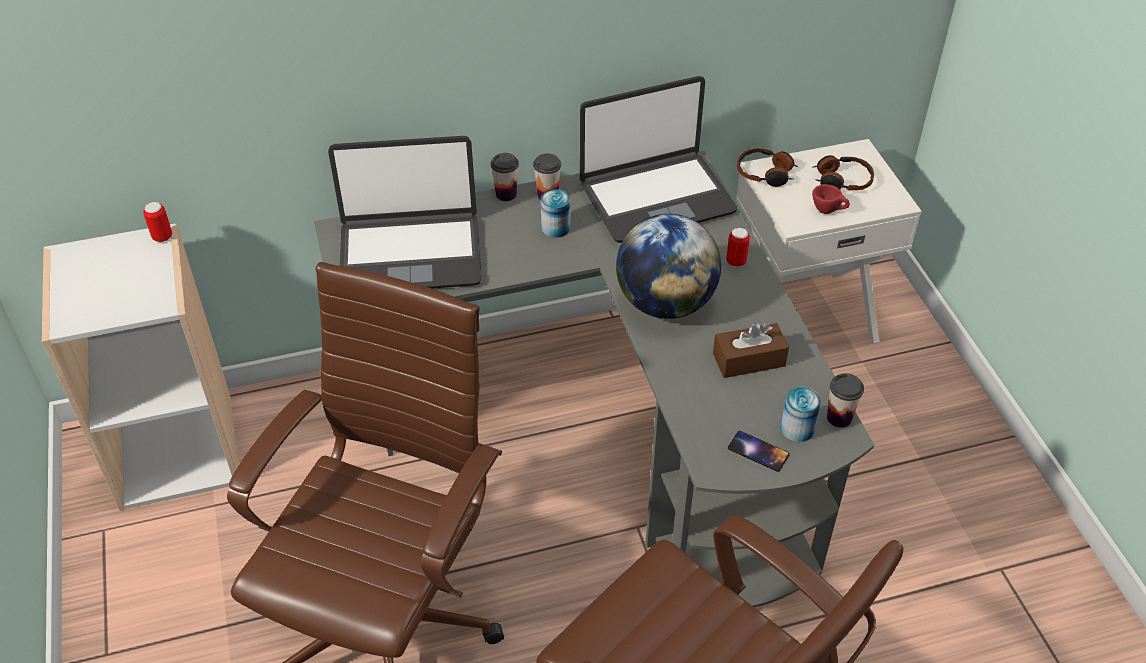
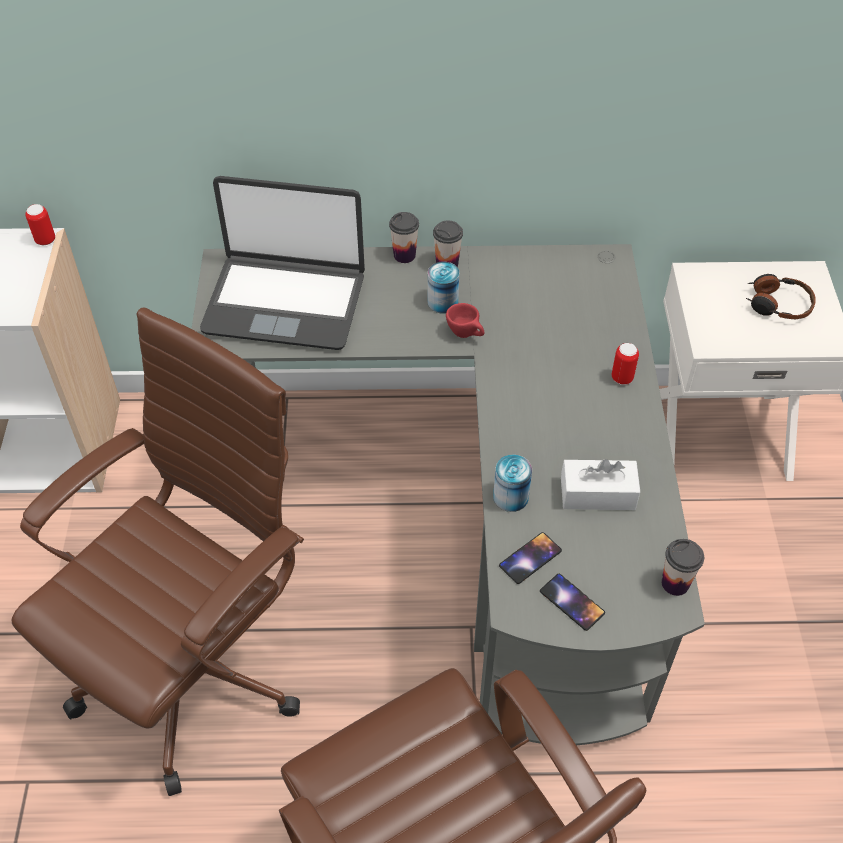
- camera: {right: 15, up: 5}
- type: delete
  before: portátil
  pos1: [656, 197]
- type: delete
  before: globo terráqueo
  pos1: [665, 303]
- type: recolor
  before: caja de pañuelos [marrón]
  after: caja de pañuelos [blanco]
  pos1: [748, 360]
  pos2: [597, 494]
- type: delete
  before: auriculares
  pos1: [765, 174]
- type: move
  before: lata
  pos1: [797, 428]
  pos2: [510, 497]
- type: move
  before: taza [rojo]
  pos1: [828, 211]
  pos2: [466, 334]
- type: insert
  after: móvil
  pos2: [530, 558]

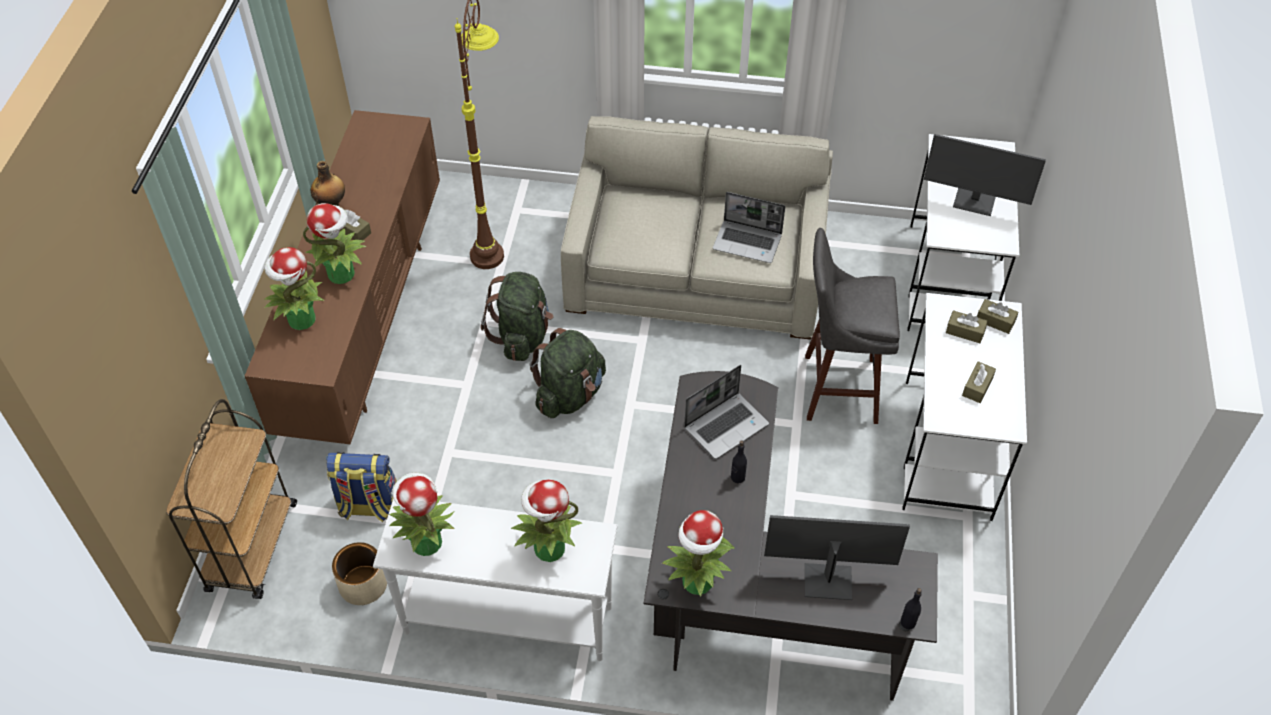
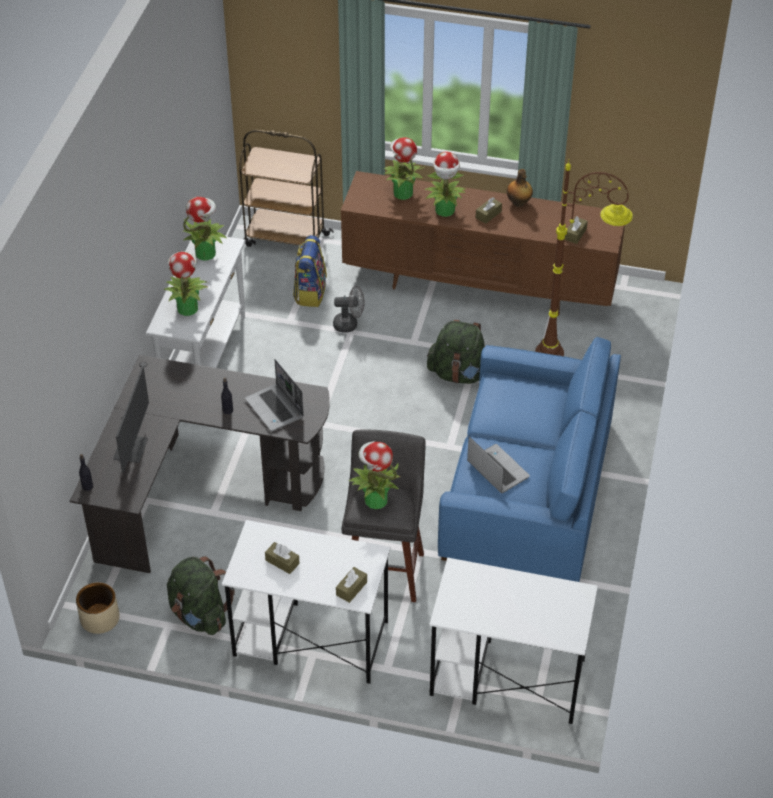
- camera: {right: 95, up: -5}
- type: move
  before: maceta [beis]
  pos1: [363, 585]
  pos2: [99, 618]
- type: move
  before: mochila [verde]
  pos1: [570, 395]
  pos2: [200, 614]
- type: recolor
  before: sofá [beis]
  after: sofá [azul]
  pos1: [697, 269]
  pos2: [529, 489]
- type: move
  before: planta en maceta
  pos1: [697, 582]
  pos2: [375, 500]
- type: rotate
  before: portátil
  pos1: [748, 242]
  pos2: [496, 470]
  turn: 120
- type: delete
  before: monitor
  pos1: [974, 202]
- type: move
  before: caja de pañuelos [marrón]
  pos1: [965, 331]
  pos2: [575, 234]
- type: insert
  after: ventilador [gris]
  pos2: [349, 324]

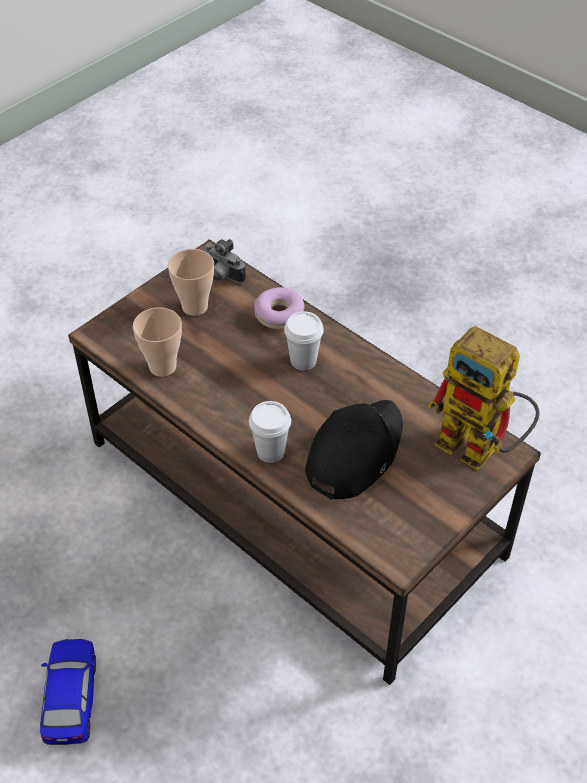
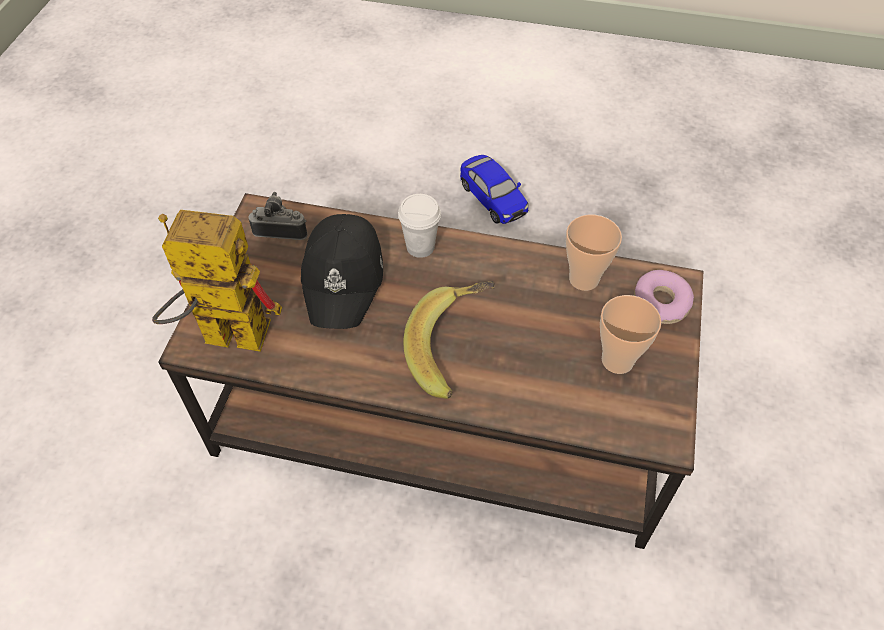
- camera: {right: 150, up: 5}
- type: move
  before: cámara
  pos1: [222, 276]
  pos2: [281, 230]
- type: move
  before: rosquilla
  pos1: [279, 314]
  pos2: [660, 303]
- type: replace
  before: taza [blanco]
  after: plátano
  pos1: [303, 361]
  pos2: [454, 350]

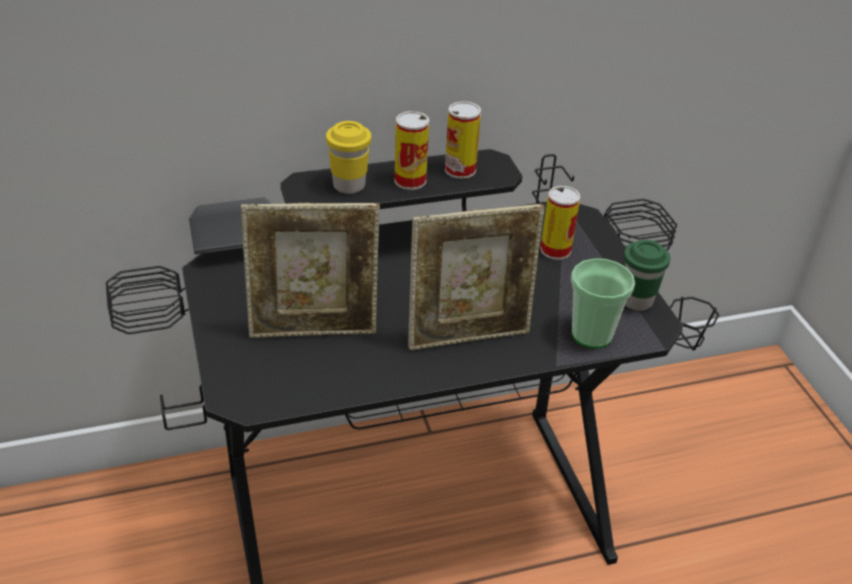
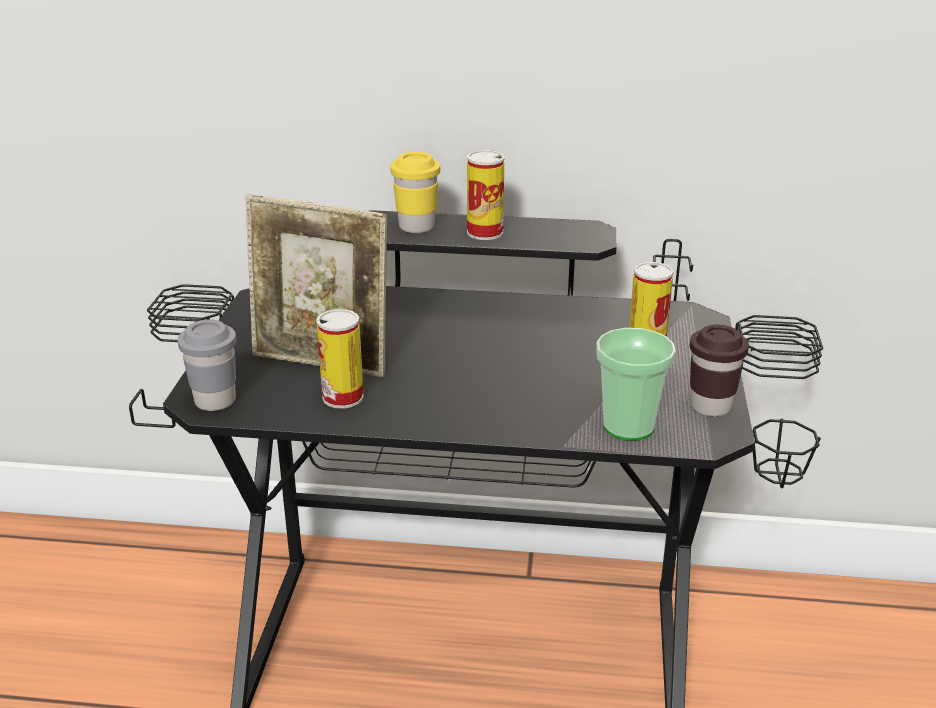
- camera: {right: 25, up: -10}
- type: delete
  before: portarretratos
  pos1: [469, 336]
- type: move
  before: lata
  pos1: [460, 170]
  pos2: [343, 397]
- type: recolor
  before: taza [verde]
  after: taza [marrón]
  pos1: [636, 301]
  pos2: [710, 407]
- type: insert
  after: taza [gris]
  pos2: [215, 401]

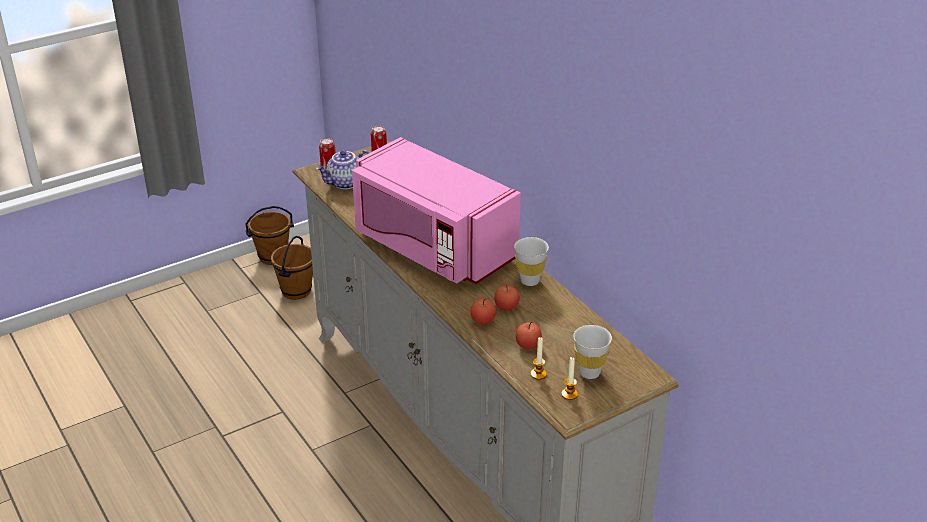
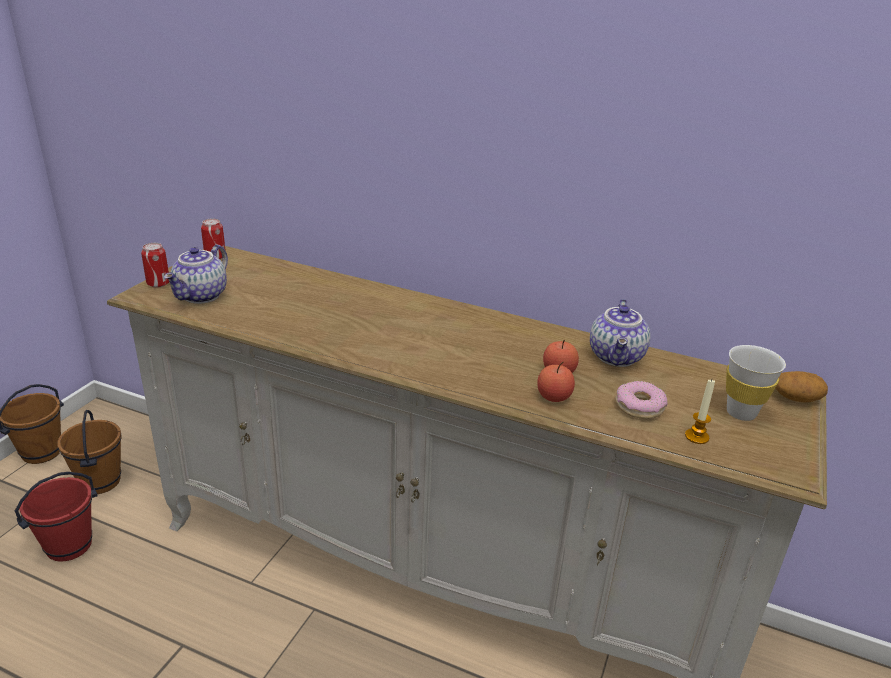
- camera: {right: -35, up: -5}
- type: delete
  before: microondas [rosa]
  pos1: [432, 247]
- type: delete
  before: taza [blanco]
  pos1: [530, 281]
- type: replace
  before: manzana
  after: rosquilla
  pos1: [528, 345]
  pos2: [639, 406]
- type: delete
  before: vela
  pos1: [569, 394]
- type: insert
  after: cubo [rojo]
  pos2: [69, 545]
- type: insert
  after: tetera
  pos2: [617, 357]
- type: insert
  after: patata
  pos2: [796, 398]

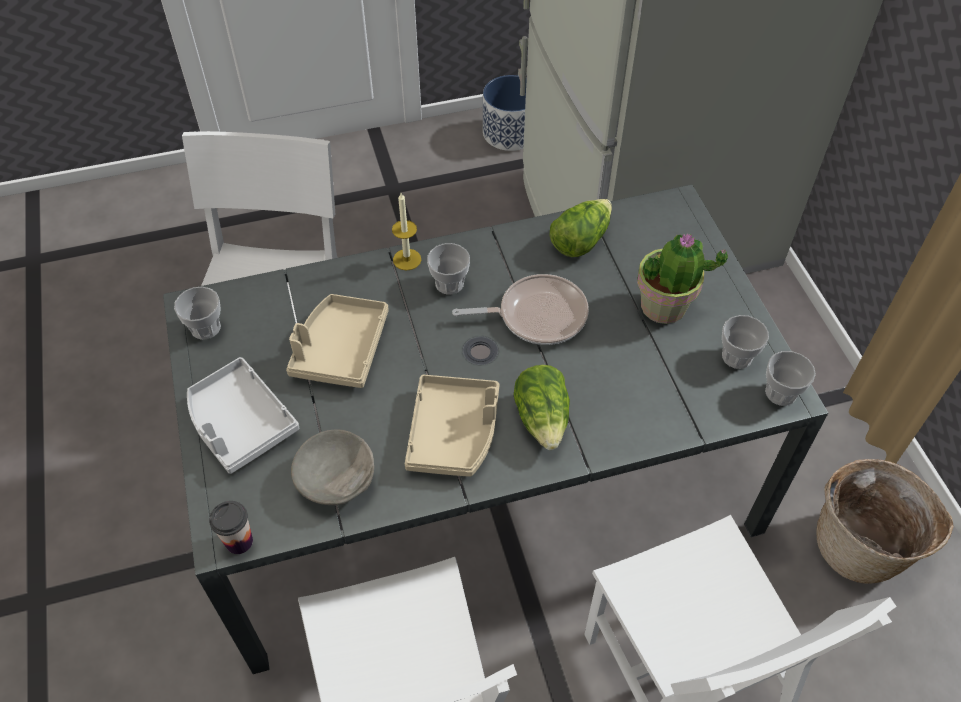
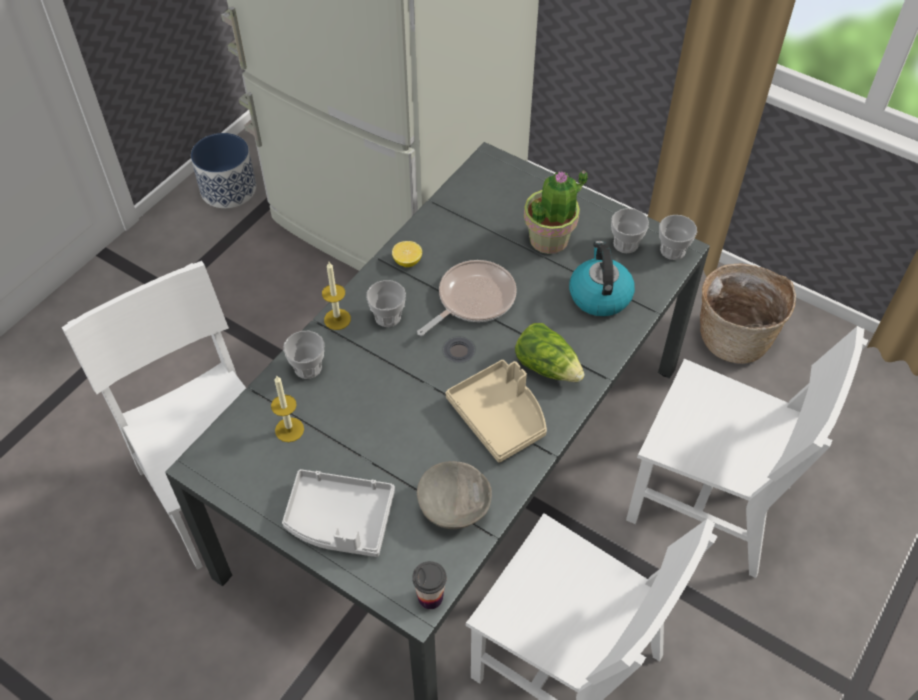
- camera: {right: -40, up: 0}
- type: move
  before: taza
  pos1: [205, 328]
  pos2: [308, 367]
- type: delete
  before: bandeja [beis]
  pos1: [340, 349]
- type: delete
  before: lechuga
  pos1: [580, 240]
- type: insert
  after: vela
  pos2: [289, 429]
- type: insert
  after: limón
  pos2: [407, 261]
- type: insert
  after: hervidor
  pos2: [599, 295]

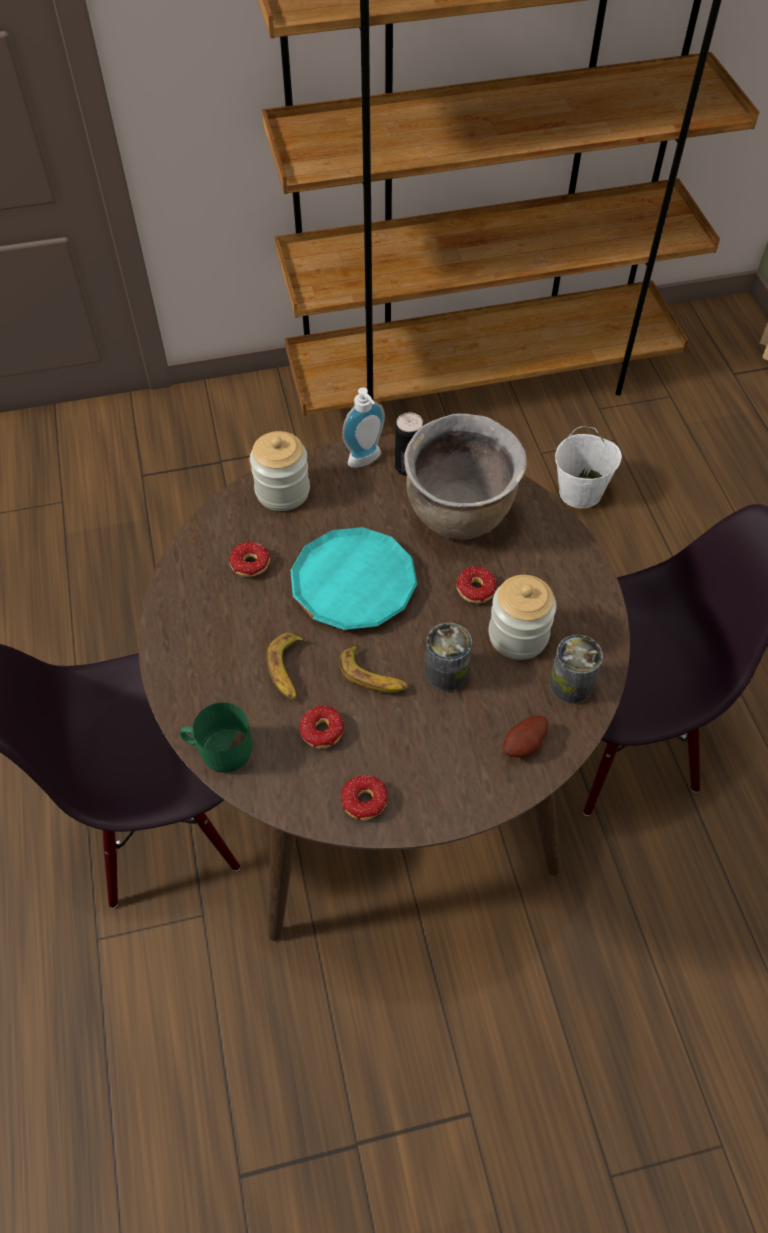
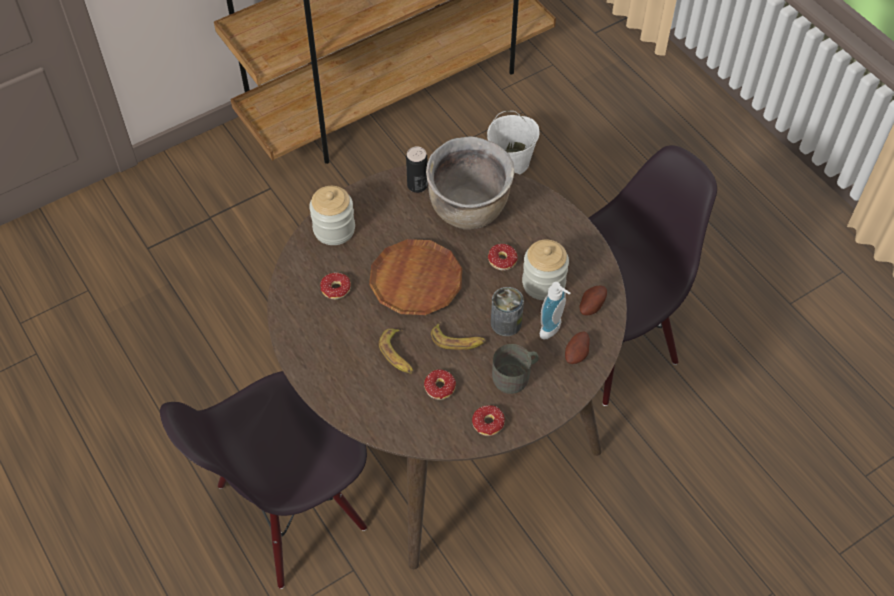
- camera: {right: -20, up: 0}
- type: delete
  before: taza grande [verde]
  pos1: [219, 749]
- type: recolor
  before: plato [turquesa]
  after: plato [marrón]
  pos1: [353, 583]
  pos2: [416, 281]
- type: move
  before: dispensador de jabón
  pos1: [366, 461]
  pos2: [553, 330]
- type: replace
  before: lata
  after: patata
  pos1: [570, 684]
  pos2: [591, 306]
- type: insert
  after: taza grande [gris]
  pos2: [515, 376]

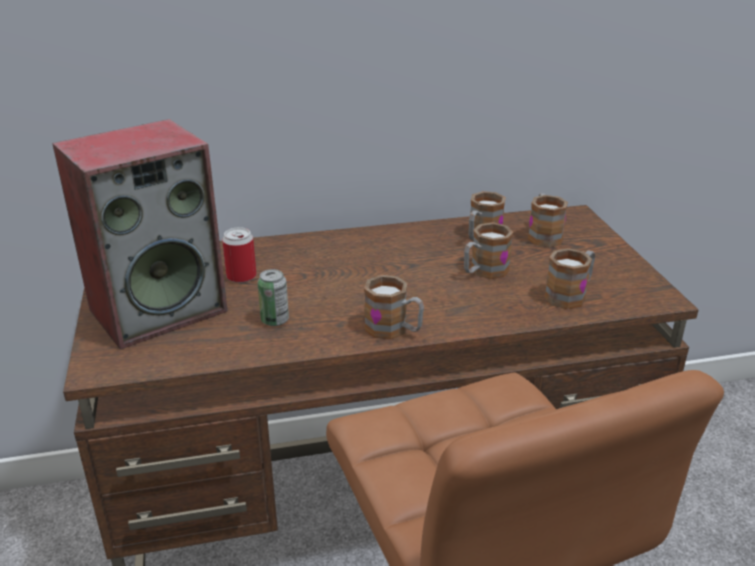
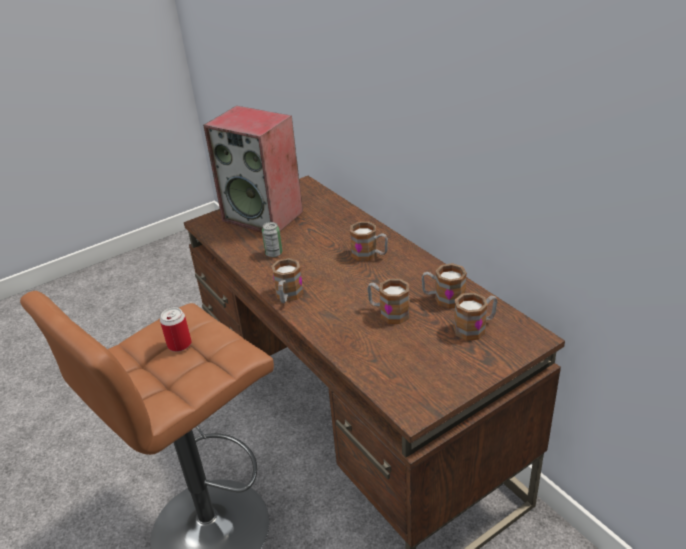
- camera: {right: 70, up: 5}
- type: move
  before: lata
  pos1: [241, 276]
  pos2: [179, 344]
- type: move
  before: taza grande
  pos1: [570, 295]
  pos2: [369, 255]

